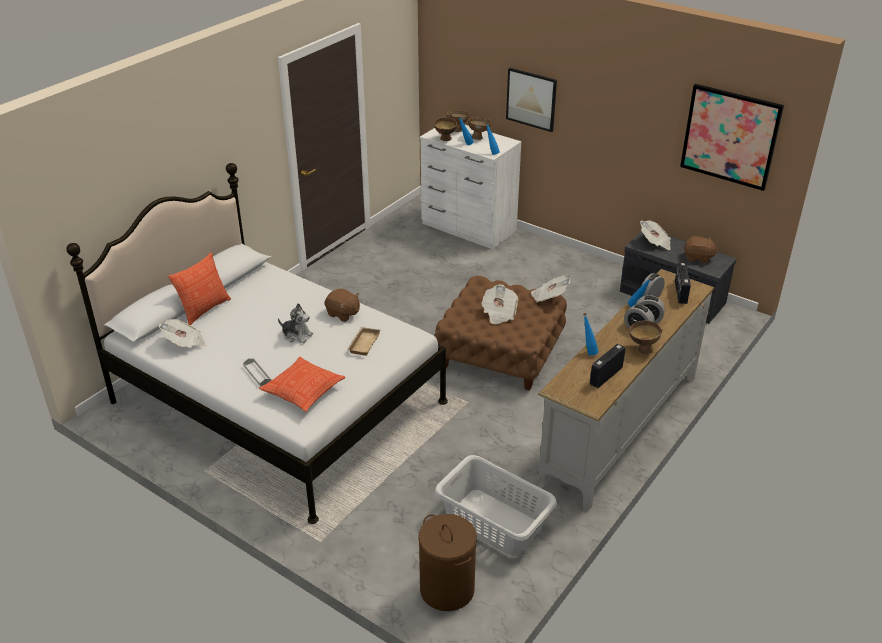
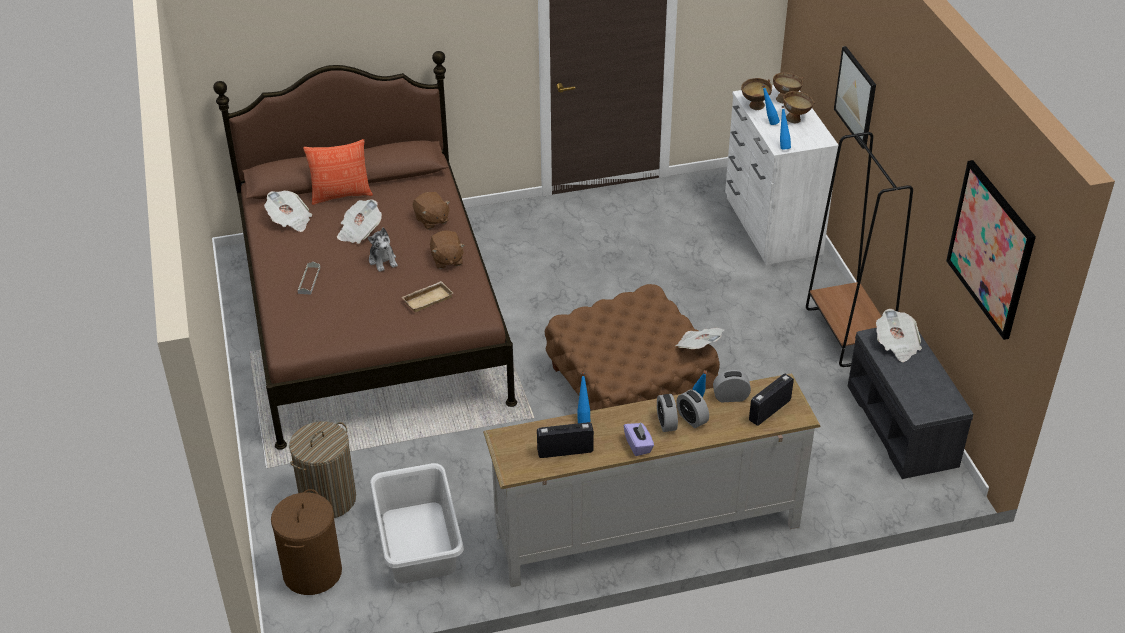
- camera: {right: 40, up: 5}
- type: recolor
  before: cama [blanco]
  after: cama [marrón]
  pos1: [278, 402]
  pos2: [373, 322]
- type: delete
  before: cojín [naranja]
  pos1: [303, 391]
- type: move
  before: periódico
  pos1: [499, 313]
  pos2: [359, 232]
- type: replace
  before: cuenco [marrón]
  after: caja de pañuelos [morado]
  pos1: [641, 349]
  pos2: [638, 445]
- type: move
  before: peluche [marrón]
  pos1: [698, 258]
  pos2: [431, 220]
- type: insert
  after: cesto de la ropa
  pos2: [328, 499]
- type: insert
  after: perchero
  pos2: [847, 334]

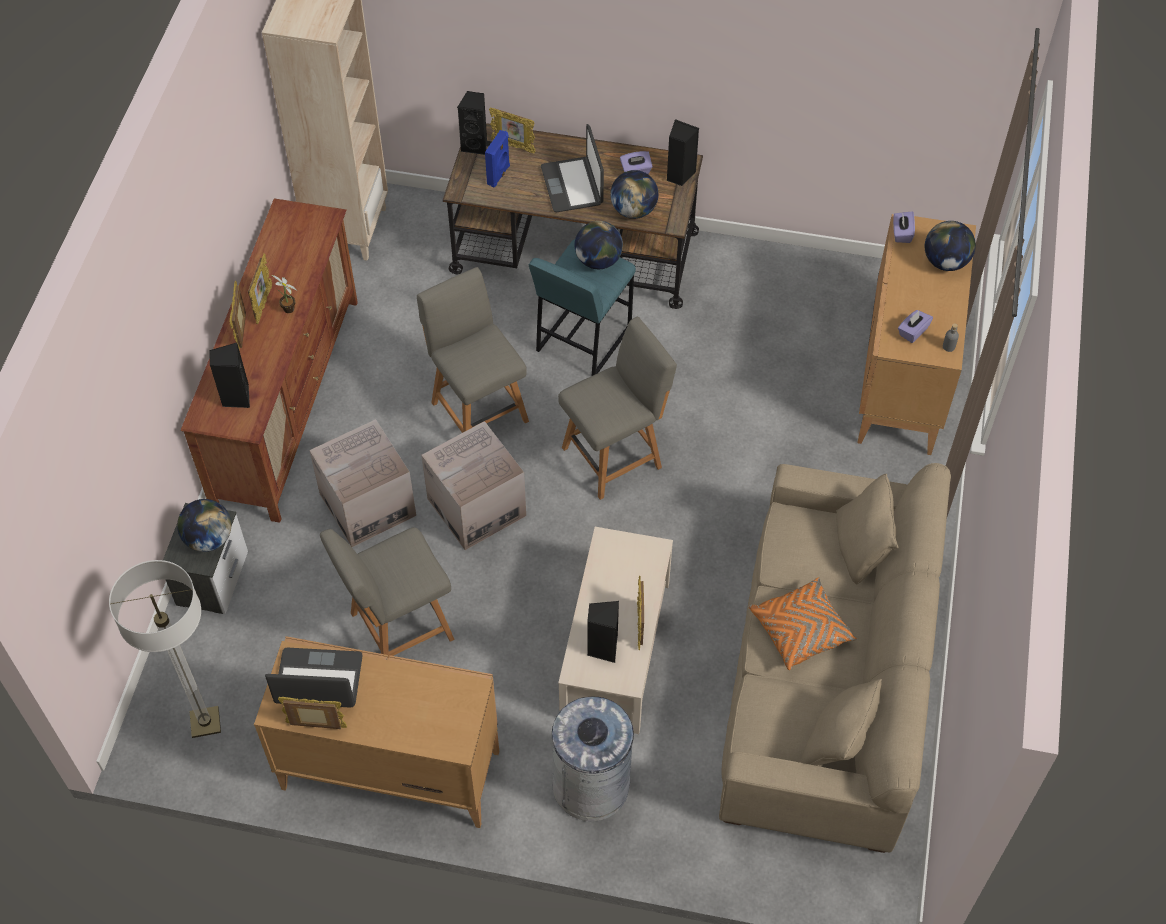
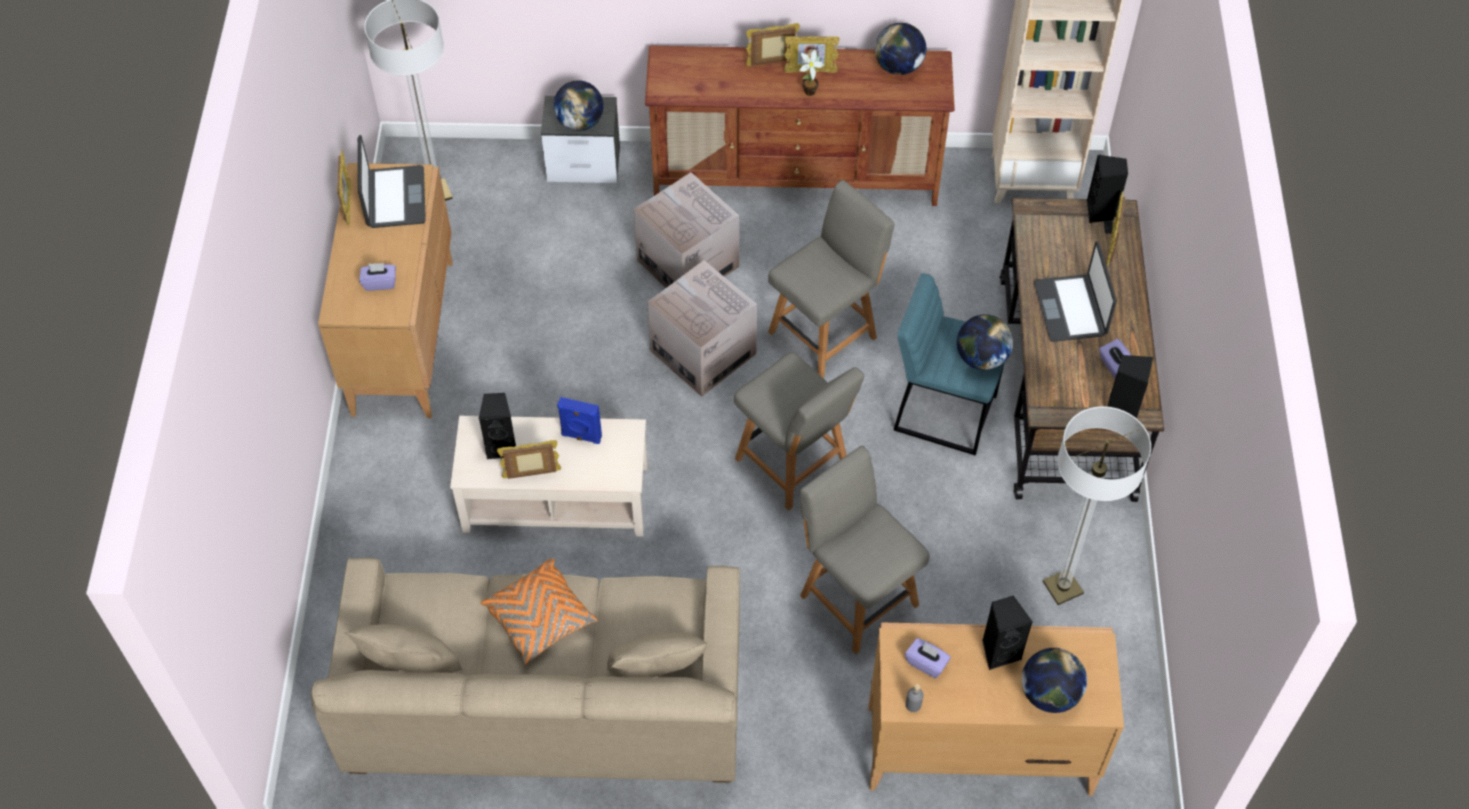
- camera: {right: 80, up: 0}
- type: move
  before: altavoz [negro]
  pos1: [236, 397]
  pos2: [999, 651]
- type: move
  before: silla [gris]
  pos1: [398, 628]
  pos2: [856, 597]
- type: move
  before: altavoz [azul]
  pos1: [499, 175]
  pos2: [581, 436]
- type: rotate
  before: portátil
  pos1: [572, 185]
  pos2: [1071, 309]
  turn: -75
- type: delete
  before: papelera [gris]
  pos1: [591, 785]
- type: move
  before: globo terráqueo
  pos1: [633, 210]
  pos2: [898, 66]
- type: move
  before: caja de pañuelos [morado]
  pos1: [901, 233]
  pos2: [380, 283]
- type: insert
  after: lámpara de pie
  pos2: [1062, 587]

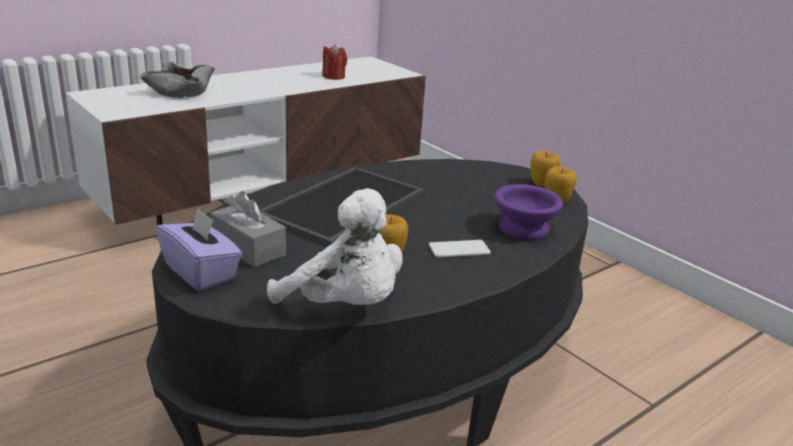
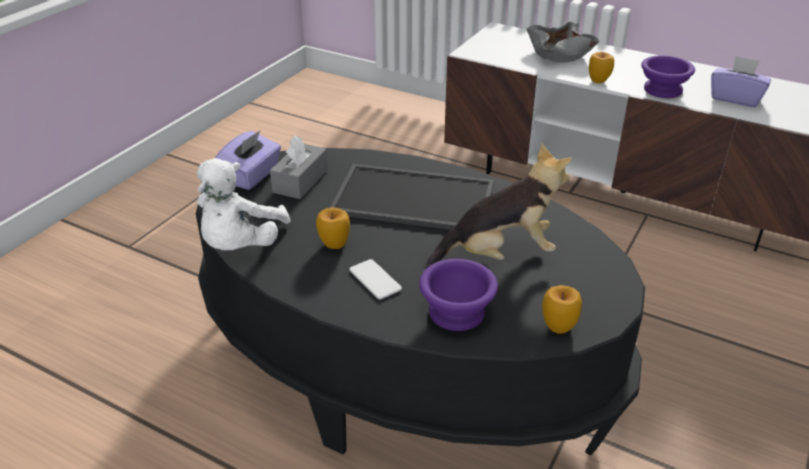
- camera: {right: 70, up: 10}
- type: replace
  before: vela [rojo]
  after: caja de pañuelos [morado]
  pos1: [333, 77]
  pos2: [735, 98]
- type: move
  before: manzana
  pos1: [542, 184]
  pos2: [598, 80]
- type: insert
  after: peluche
  pos2: [500, 253]
- type: insert
  after: cuenco [morado]
  pos2: [664, 90]

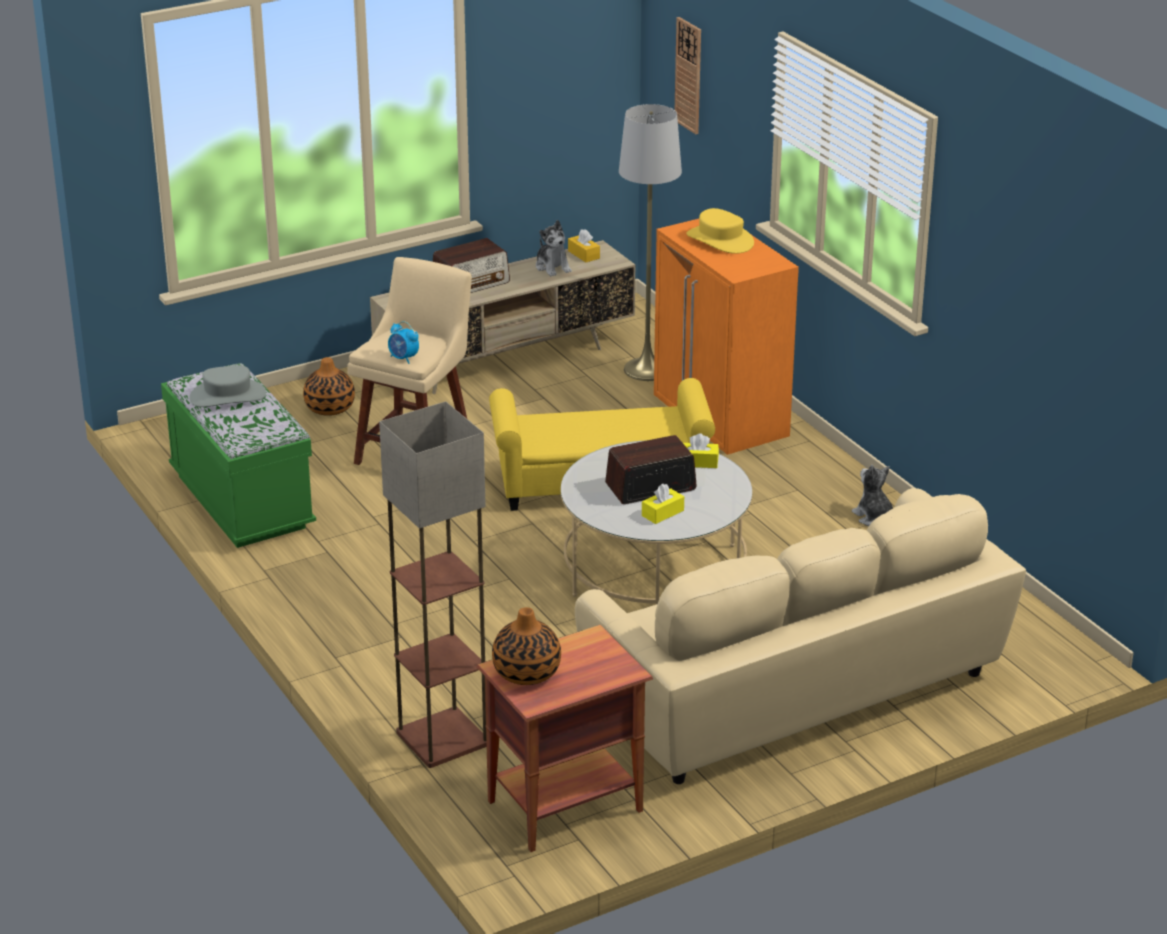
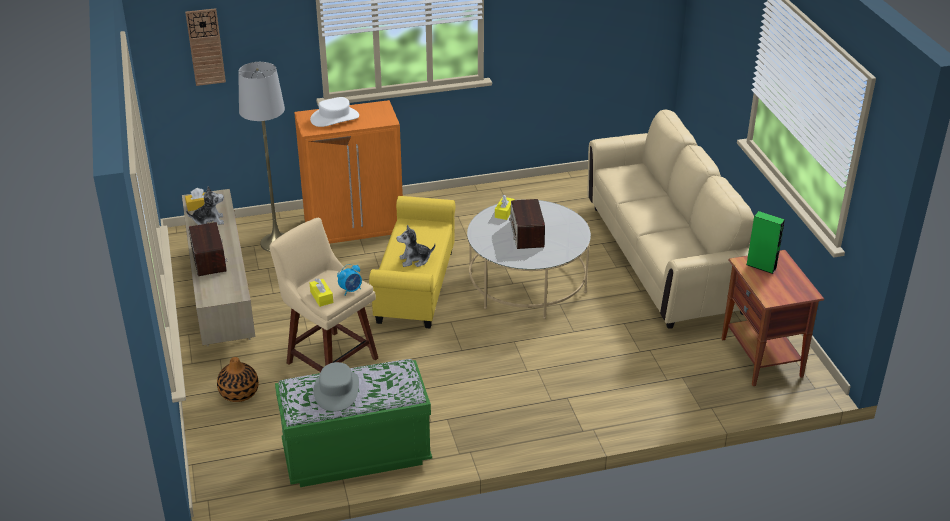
- camera: {right: -75, up: 5}
- type: delete
  before: lámpara de pie
  pos1: [442, 739]
- type: delete
  before: florero
  pos1: [526, 672]
- type: move
  before: caja de pañuelos [amarillo]
  pos1: [662, 513]
  pos2: [321, 297]
- type: recolor
  before: sombrero [amarillo]
  after: sombrero [blanco]
  pos1: [720, 240]
  pos2: [334, 118]
- type: move
  before: peluche
  pos1: [874, 517]
  pos2: [415, 260]
- type: insert
  after: altavoz [verde]
  pos2: [761, 266]

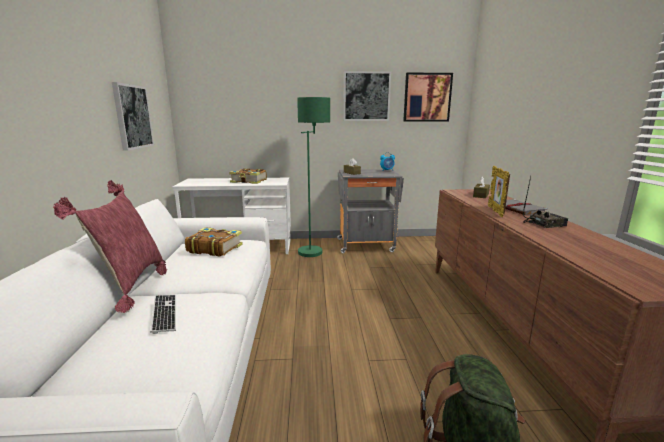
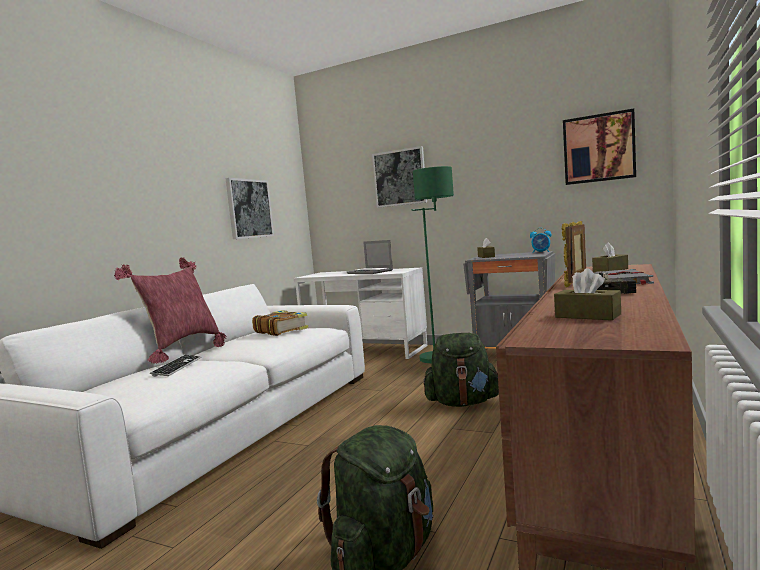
- camera: {right: 30, up: -10}
- type: replace
  before: libro
  after: portátil
  pos1: [249, 181]
  pos2: [370, 272]
- type: move
  before: cuadro
  pos1: [366, 96]
  pos2: [400, 178]
- type: insert
  after: mochila [verde]
  pos2: [463, 403]
- type: insert
  after: caja de pañuelos [marrón]
  pos2: [587, 316]

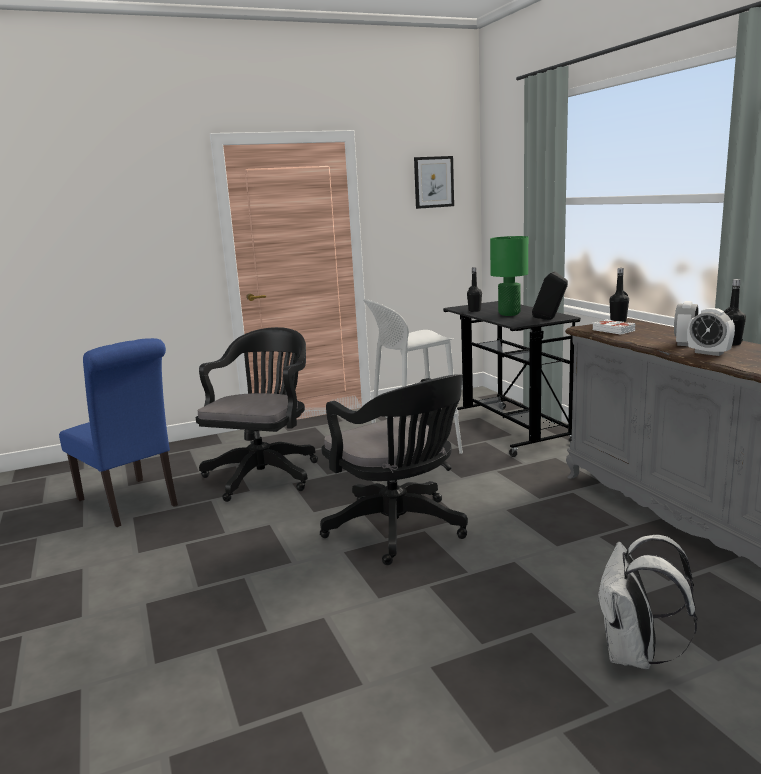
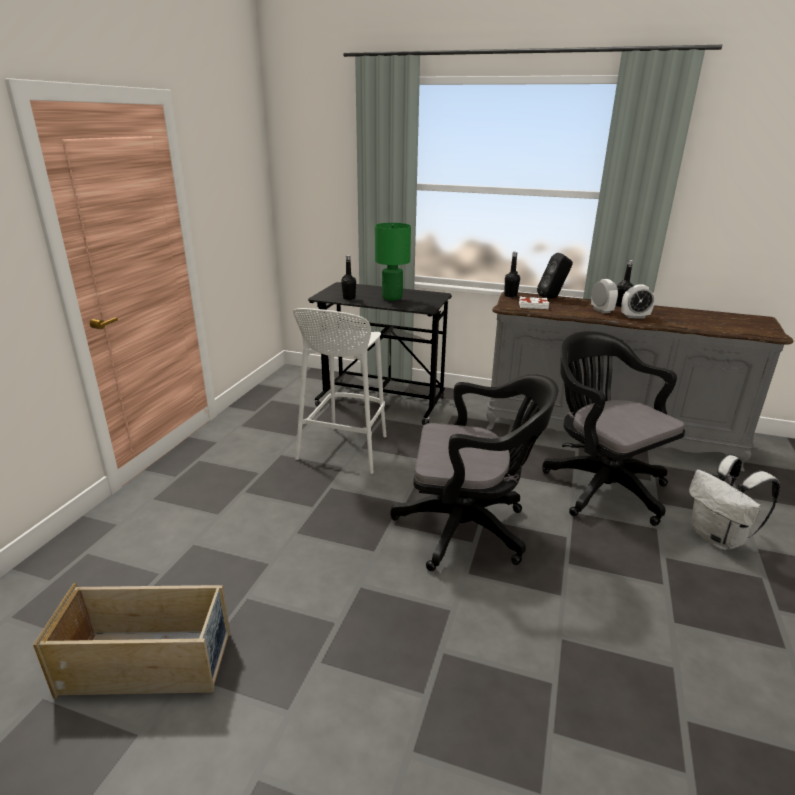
- camera: {right: -50, up: 10}
- type: replace
  before: silla [azul]
  after: caja de almacenaje [beis]
  pos1: [131, 504]
  pos2: [149, 662]
- type: move
  before: silla de oficina [negro]
  pos1: [265, 474]
  pos2: [600, 486]
- type: delete
  before: cuadro
  pos1: [433, 182]
- type: move
  before: altavoz [negro]
  pos1: [549, 319]
  pos2: [553, 297]

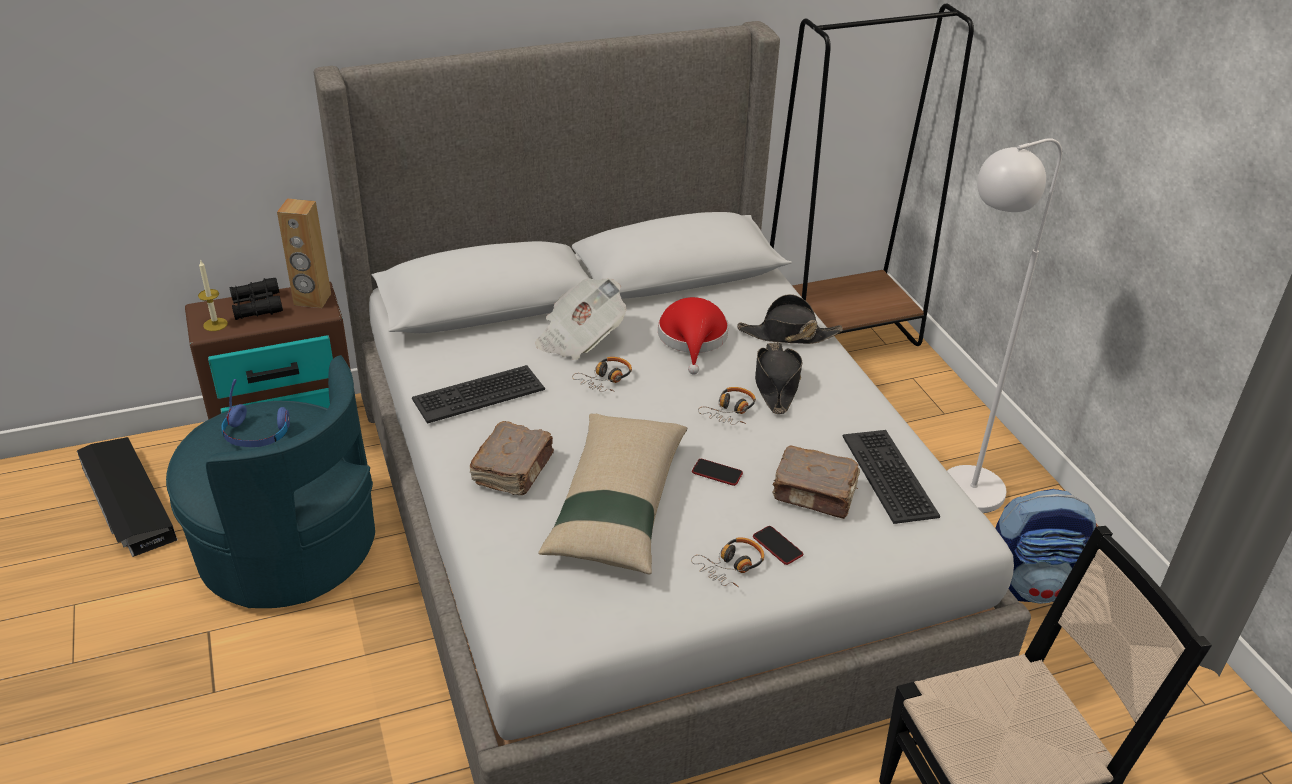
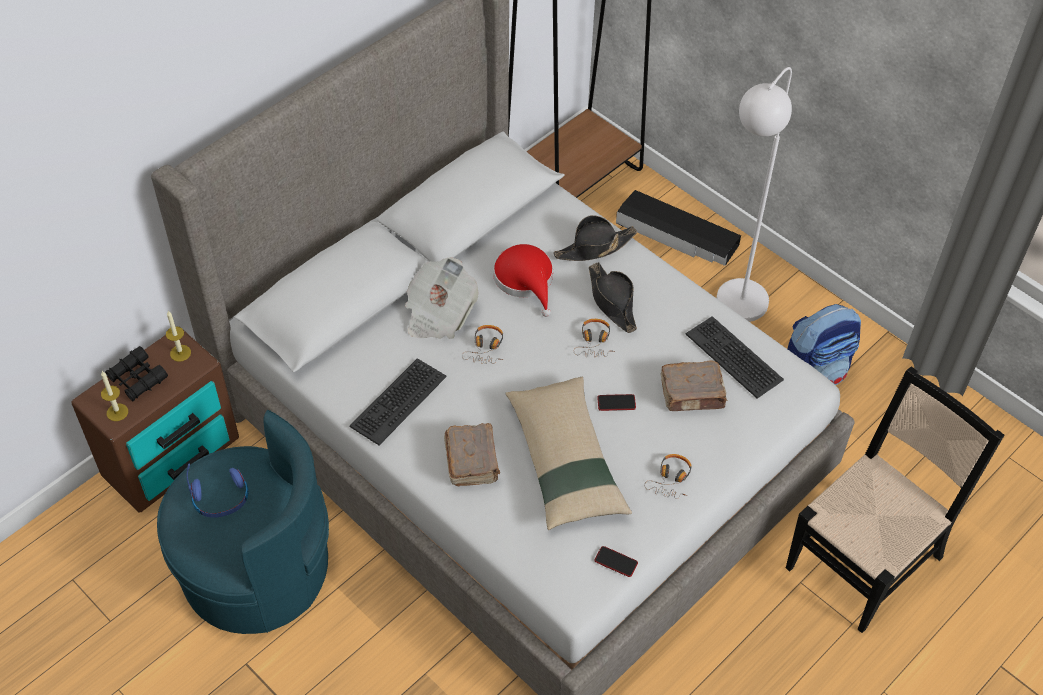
- camera: {right: -25, up: 15}
- type: move
  before: caja de almacenaje [negro]
  pos1: [128, 504]
  pos2: [677, 235]
- type: replace
  before: altavoz [marrón]
  after: vela
  pos1: [312, 299]
  pos2: [180, 353]
- type: move
  before: móvil
  pos1: [777, 546]
  pos2: [616, 562]

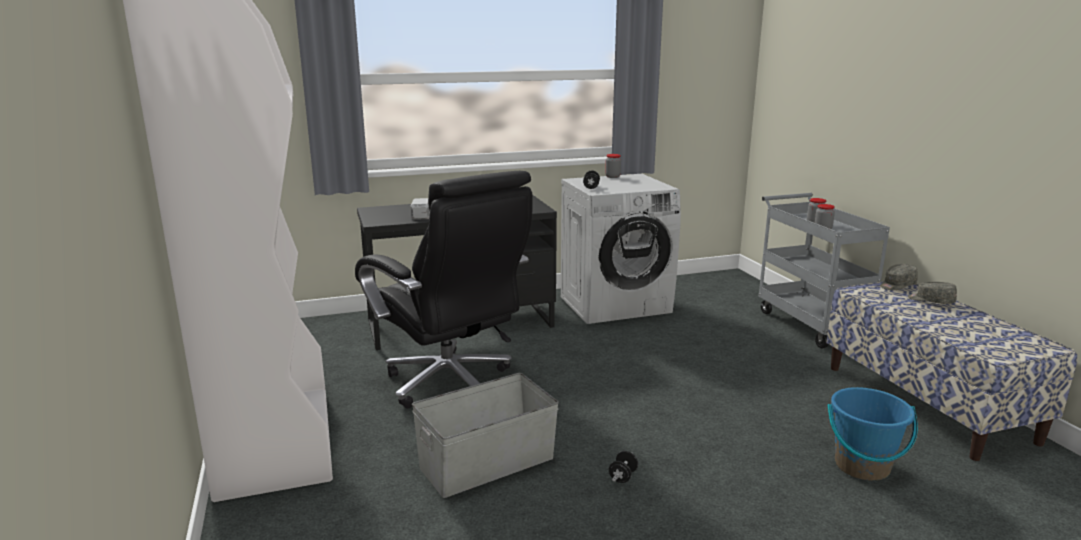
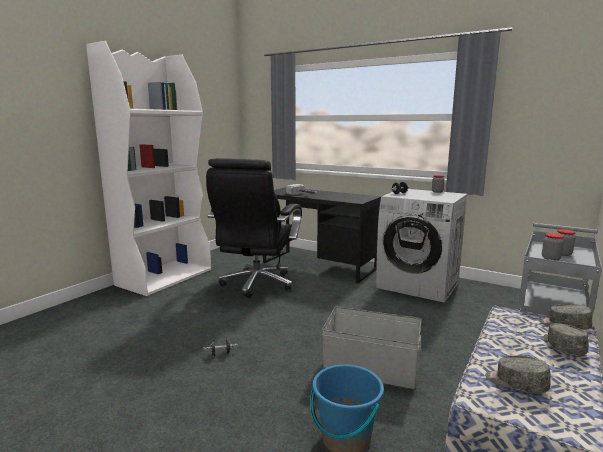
- camera: {right: 50, up: -5}
- type: move
  before: caja de almacenaje [gris]
  pos1: [488, 463]
  pos2: [371, 369]
- type: insert
  after: gorra [gris]
  pos2: [516, 383]

